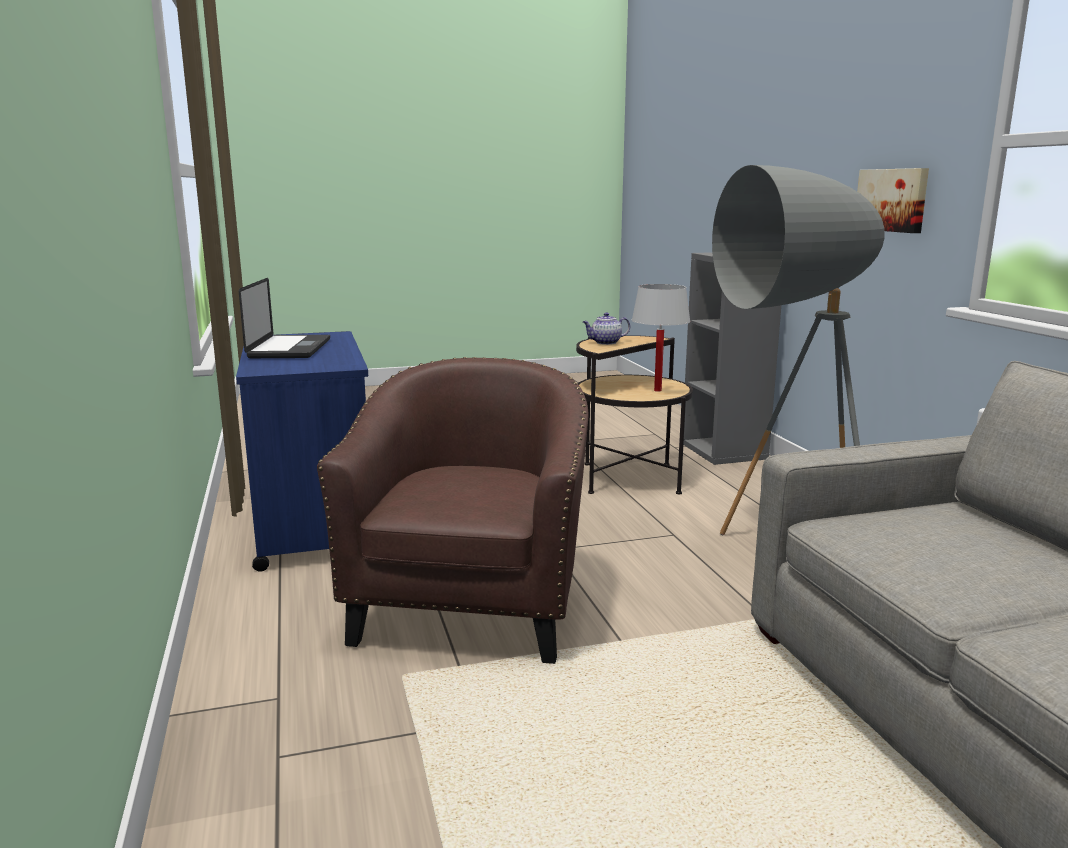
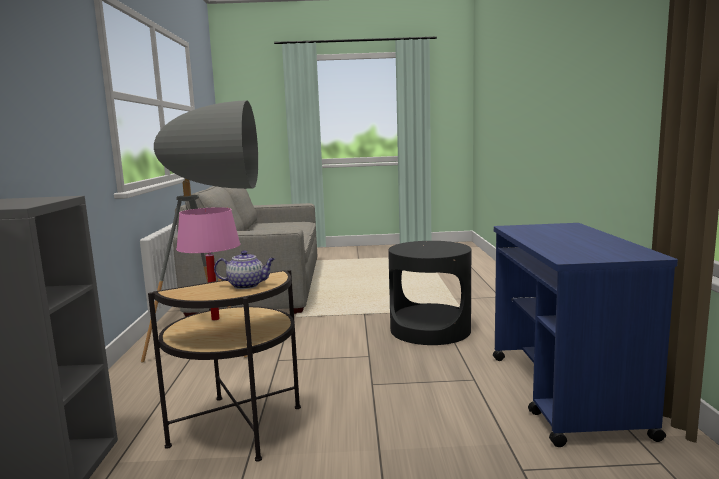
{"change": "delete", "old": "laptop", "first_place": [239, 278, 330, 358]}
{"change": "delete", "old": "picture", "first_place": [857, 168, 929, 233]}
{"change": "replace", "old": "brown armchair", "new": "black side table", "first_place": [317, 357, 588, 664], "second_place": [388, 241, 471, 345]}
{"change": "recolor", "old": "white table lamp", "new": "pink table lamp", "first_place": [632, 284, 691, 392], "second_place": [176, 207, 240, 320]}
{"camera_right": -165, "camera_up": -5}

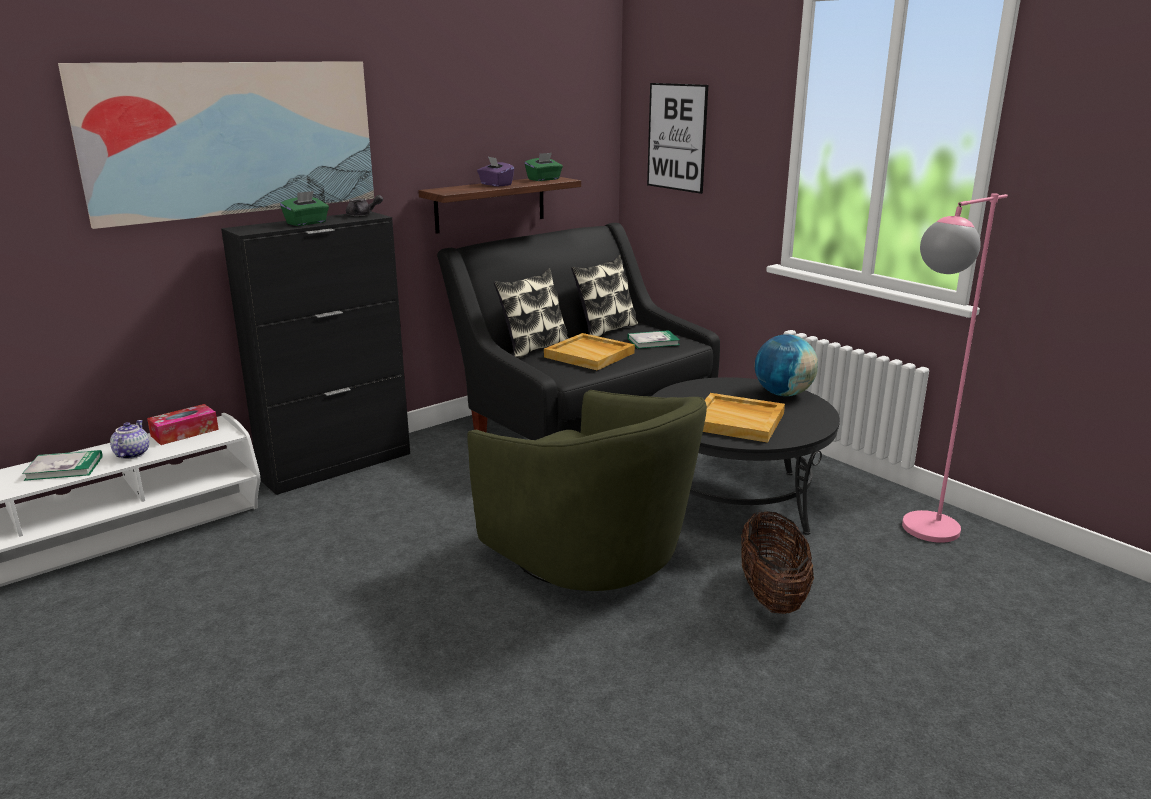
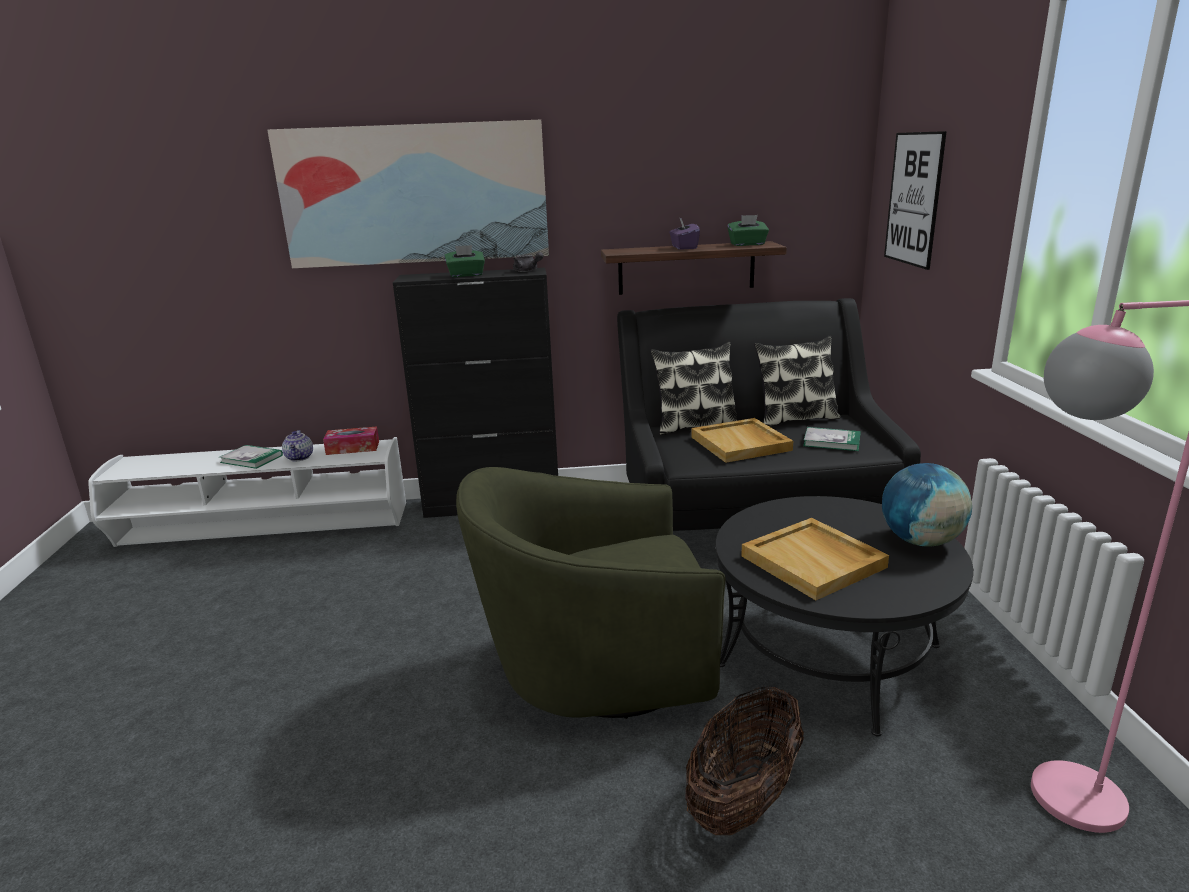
{"change": "rotate", "old": "teapot", "first_place": [110, 420, 149, 459], "second_place": [282, 430, 313, 461], "degrees": 135}
{"change": "rotate", "old": "green armchair", "first_place": [467, 390, 707, 591], "second_place": [456, 467, 726, 719], "degrees": 90}
{"camera_right": 35, "camera_up": 0}

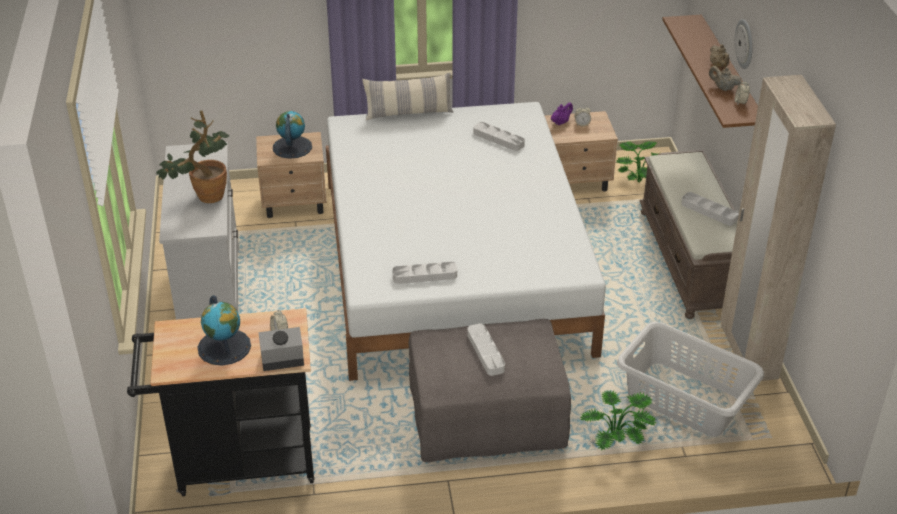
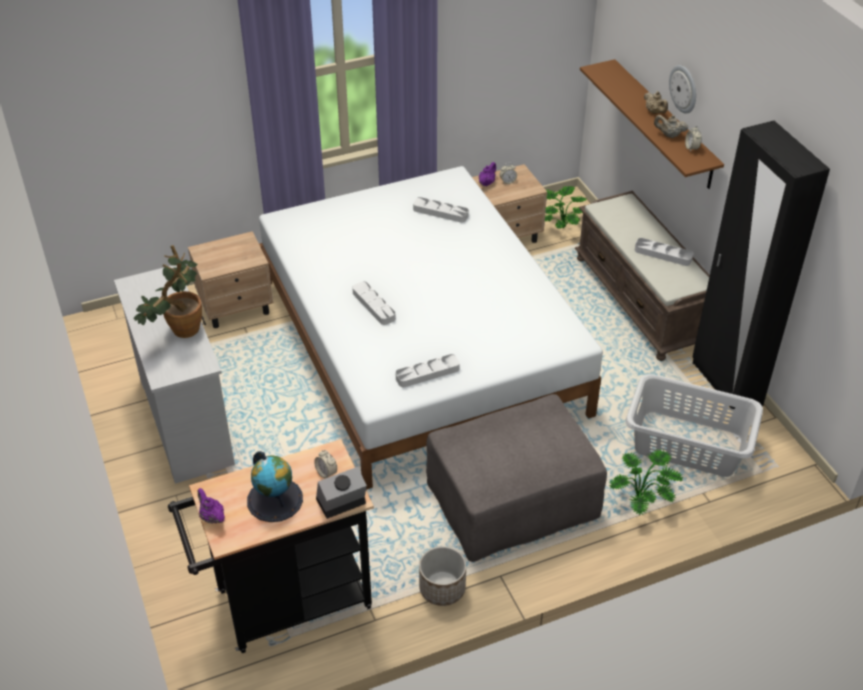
{"change": "delete", "old": "globe", "first_place": [273, 111, 312, 159]}
{"change": "delete", "old": "pillow", "first_place": [362, 73, 453, 120]}
{"change": "insert", "new": "purple teapot", "second_place": [197, 488, 225, 523]}
{"change": "insert", "new": "planter", "second_place": [419, 546, 466, 606]}
{"change": "move", "old": "grey tray", "first_place": [467, 324, 505, 376], "second_place": [352, 281, 396, 325]}
{"change": "recolor", "old": "beige wardrobe", "new": "black wardrobe", "first_place": [720, 75, 836, 381], "second_place": [692, 121, 830, 409]}
{"camera_right": -15, "camera_up": 5}

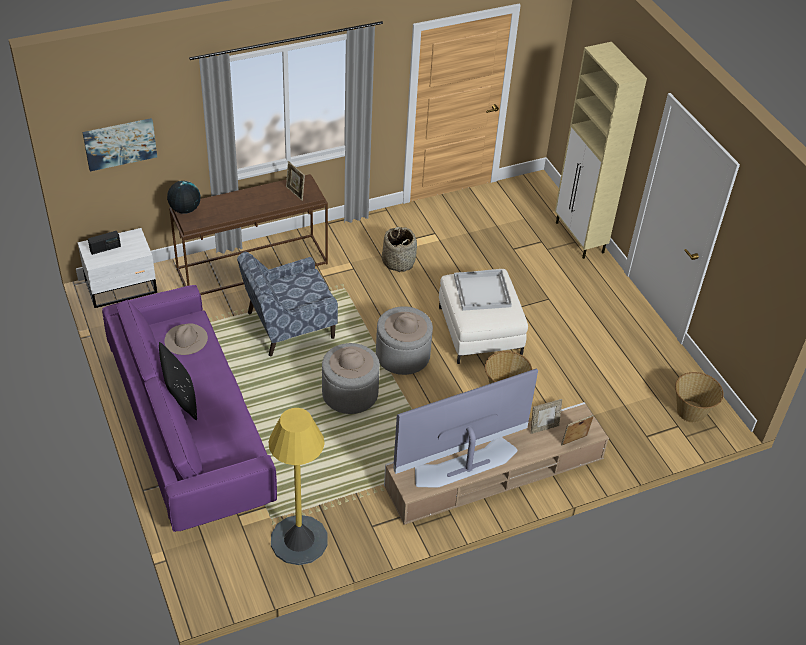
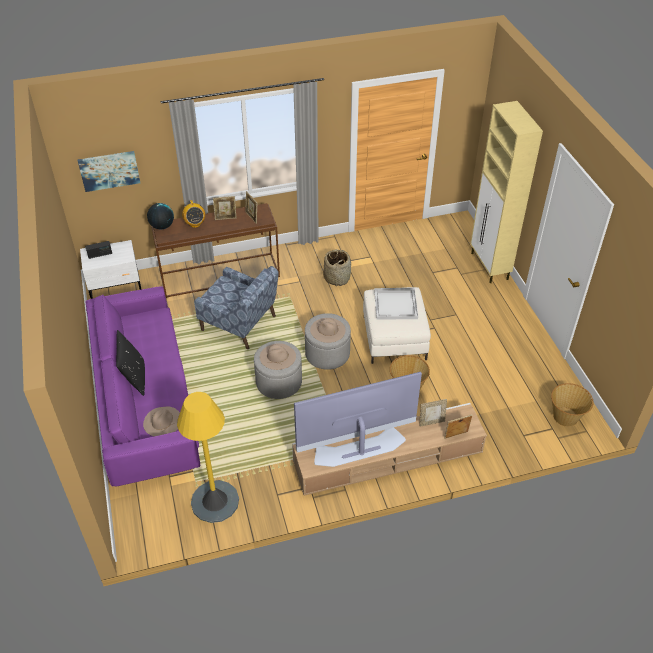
{"change": "insert", "new": "radio", "second_place": [182, 200, 205, 228]}
{"change": "insert", "new": "picture frame", "second_place": [213, 196, 237, 220]}
{"change": "move", "old": "beige hat", "first_place": [164, 323, 208, 355], "second_place": [143, 406, 180, 436]}
{"change": "rotate", "old": "blue armchair", "first_place": [237, 252, 338, 356], "second_place": [194, 266, 279, 349], "degrees": -135}
{"camera_right": 10, "camera_up": 0}

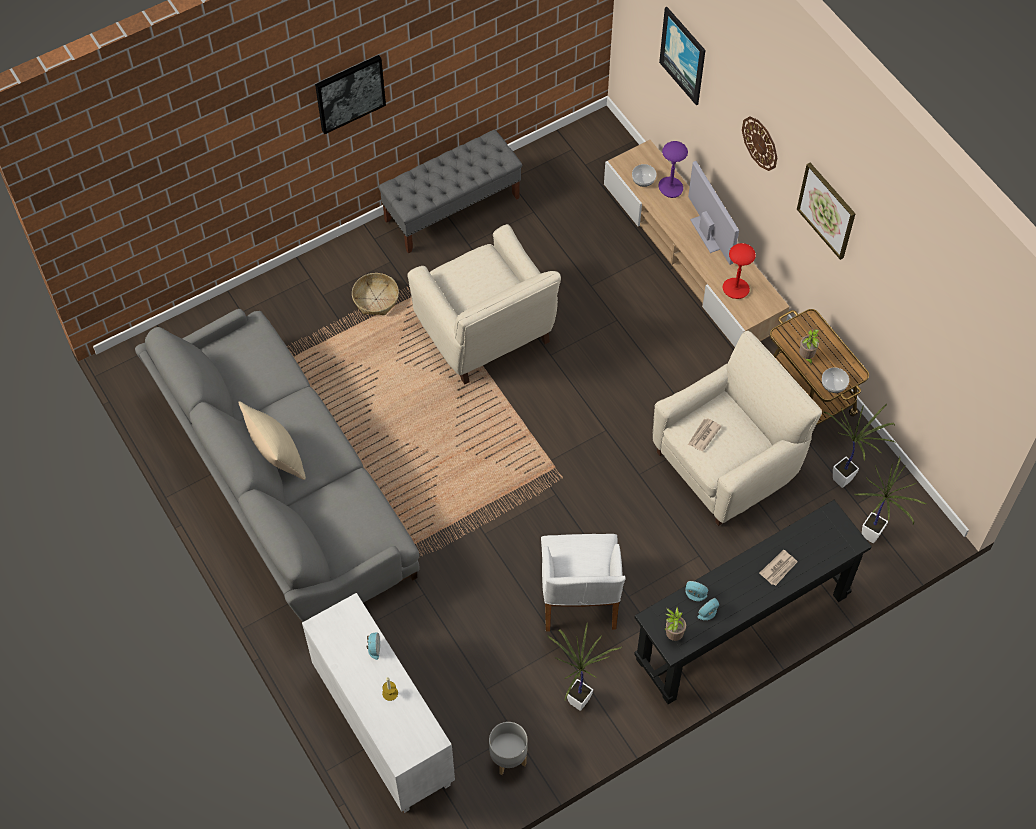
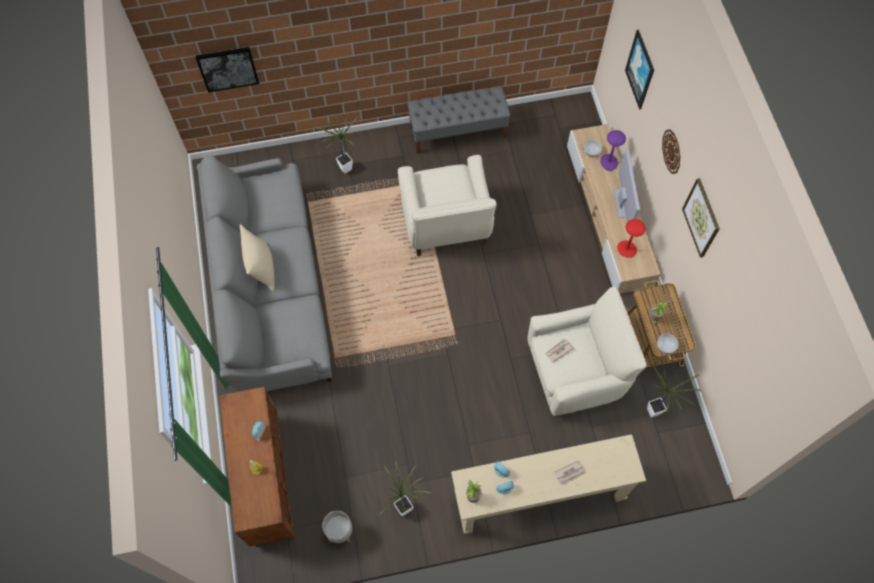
{"change": "delete", "old": "basket", "first_place": [352, 273, 399, 315]}
{"change": "delete", "old": "white armchair", "first_place": [541, 534, 626, 631]}
{"change": "move", "old": "picture", "first_place": [315, 55, 386, 134], "second_place": [196, 47, 259, 92]}
{"change": "move", "old": "potted plant", "first_place": [854, 457, 927, 543], "second_place": [313, 115, 359, 174]}
{"change": "recolor", "old": "white cabinet", "new": "brown cabinet", "first_place": [302, 593, 455, 813], "second_place": [219, 387, 294, 546]}
{"change": "recolor", "old": "black console table", "new": "beige console table", "first_place": [634, 500, 872, 704], "second_place": [451, 434, 646, 534]}
{"camera_right": 20, "camera_up": 5}

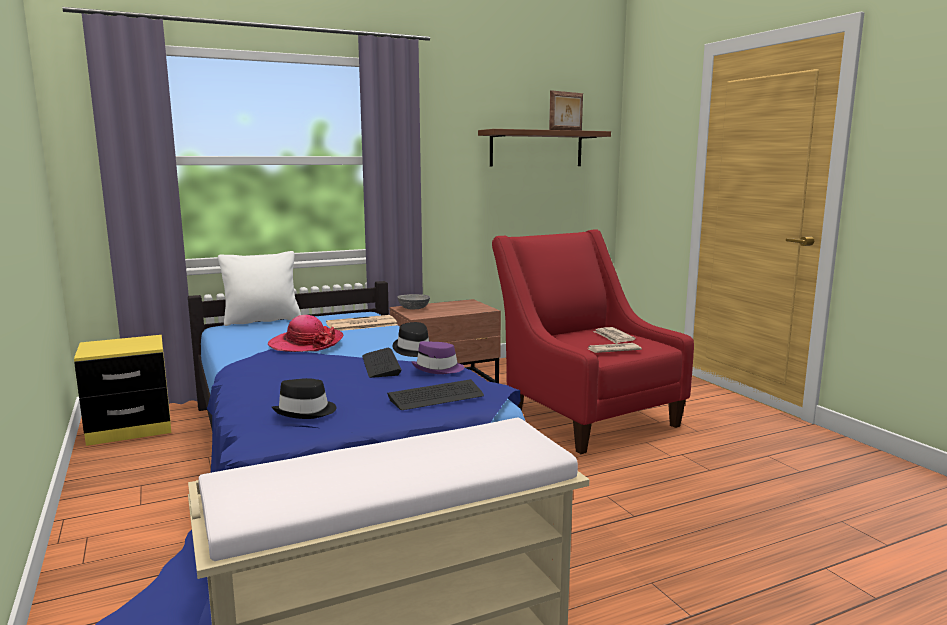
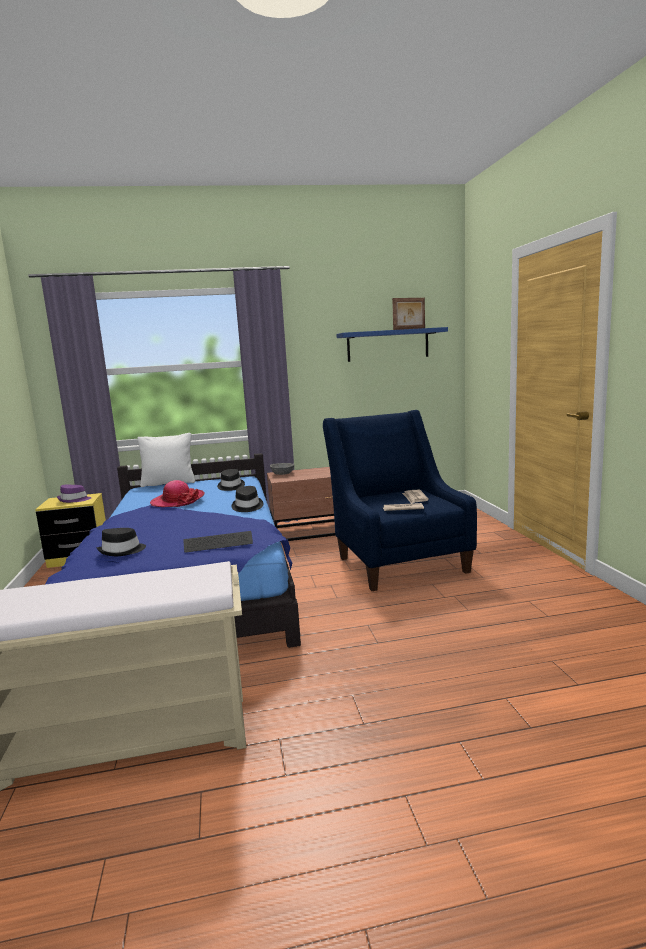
{"change": "delete", "old": "keyboard", "first_place": [362, 348, 402, 378]}
{"change": "move", "old": "purple hat", "first_place": [411, 341, 464, 374], "second_place": [57, 485, 92, 503]}
{"change": "replace", "old": "newspaper", "new": "black hat", "first_place": [326, 315, 397, 331], "second_place": [217, 469, 245, 491]}
{"change": "recolor", "old": "brown shelf", "new": "blue shelf", "first_place": [478, 129, 611, 167], "second_place": [336, 327, 448, 362]}
{"change": "recolor", "old": "red armchair", "new": "blue armchair", "first_place": [492, 229, 694, 454], "second_place": [323, 410, 477, 591]}
{"camera_right": 15, "camera_up": 0}

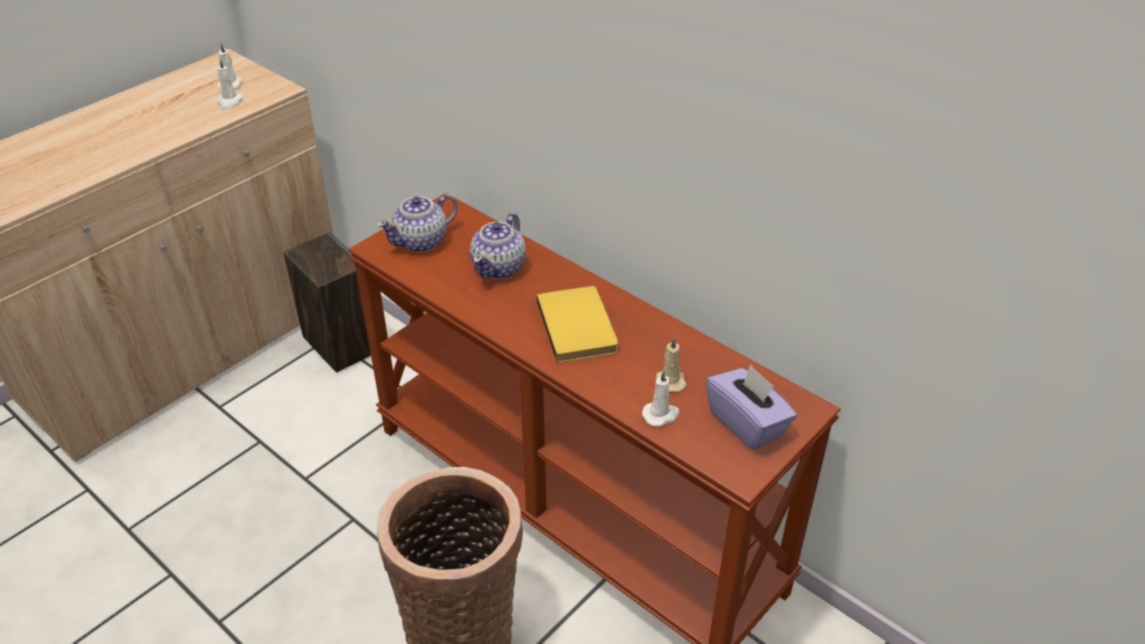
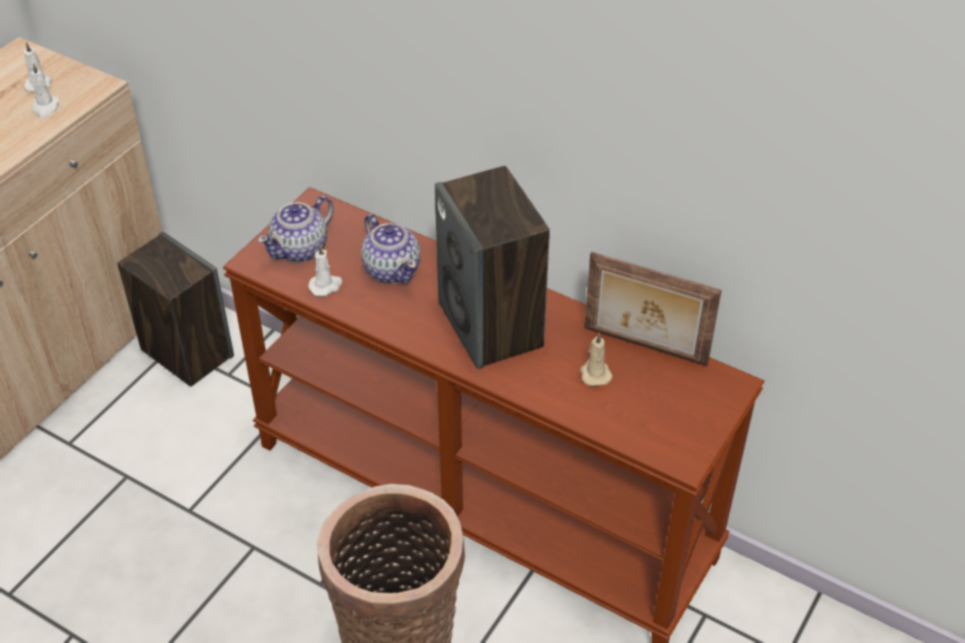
{"change": "delete", "old": "purple tissue box", "first_place": [706, 364, 797, 450]}
{"change": "insert", "new": "picture frame", "second_place": [584, 252, 722, 366]}
{"change": "move", "old": "white candle", "first_place": [642, 370, 679, 427], "second_place": [308, 245, 343, 296]}
{"change": "replace", "old": "yellow book", "new": "speaker", "first_place": [537, 286, 618, 363], "second_place": [435, 166, 550, 369]}
{"change": "rotate", "old": "teapot", "first_place": [470, 213, 526, 279], "second_place": [361, 214, 420, 284], "degrees": -45}
{"camera_right": -10, "camera_up": 5}

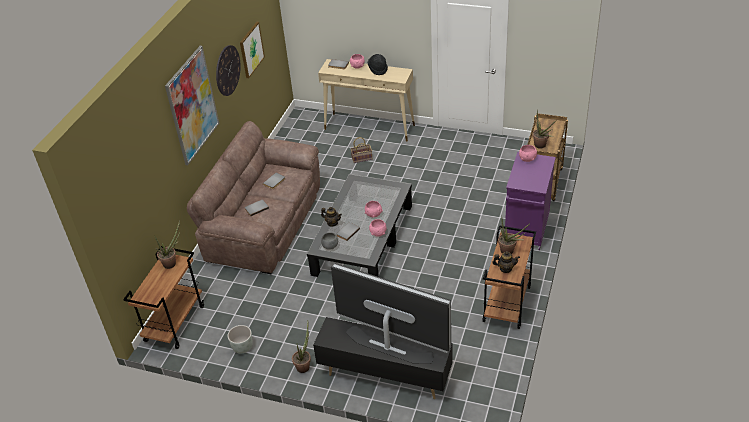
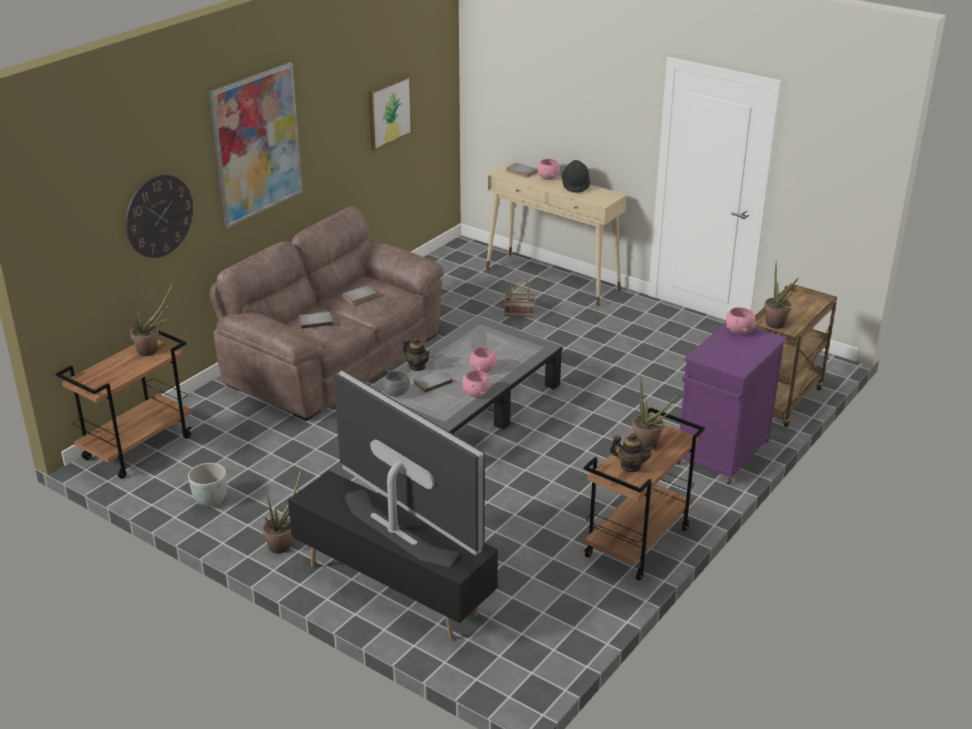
{"change": "move", "old": "wall clock", "first_place": [216, 45, 240, 96], "second_place": [125, 174, 193, 258]}
{"camera_right": 15, "camera_up": -10}

